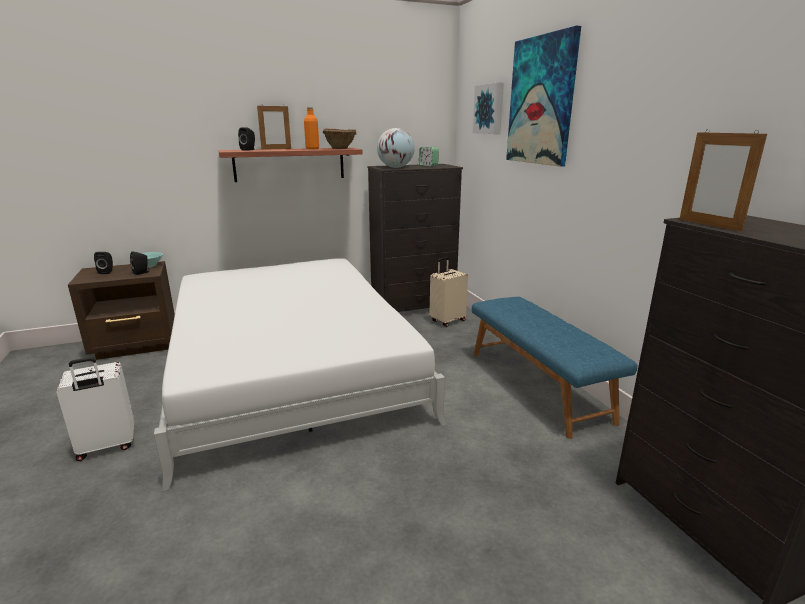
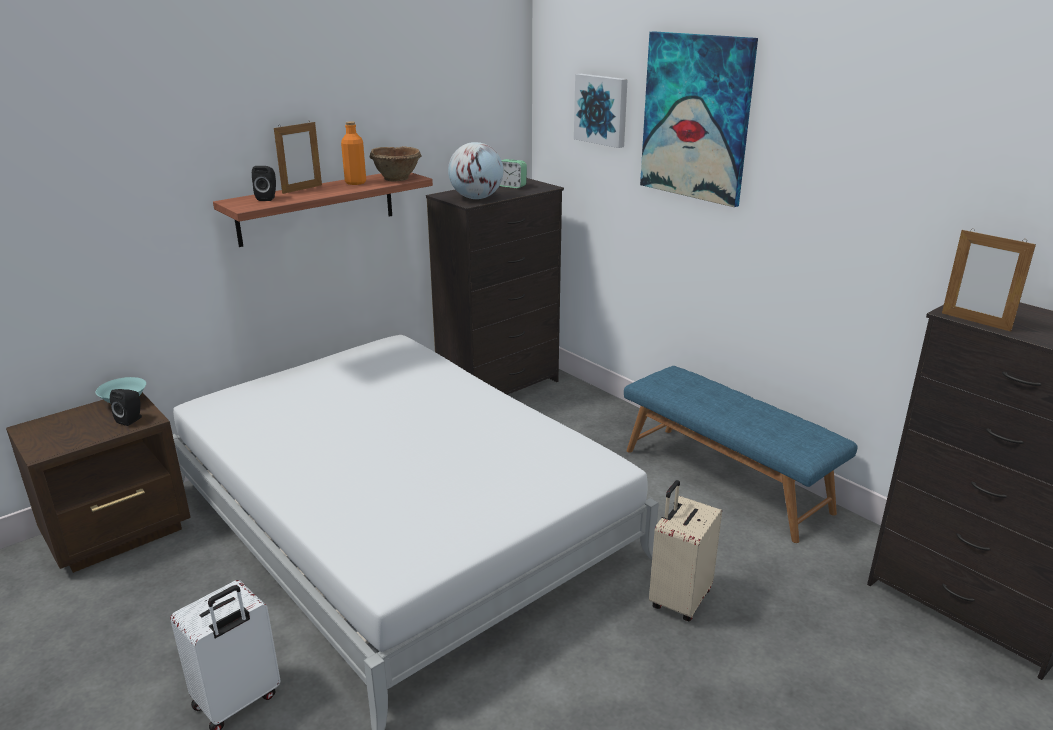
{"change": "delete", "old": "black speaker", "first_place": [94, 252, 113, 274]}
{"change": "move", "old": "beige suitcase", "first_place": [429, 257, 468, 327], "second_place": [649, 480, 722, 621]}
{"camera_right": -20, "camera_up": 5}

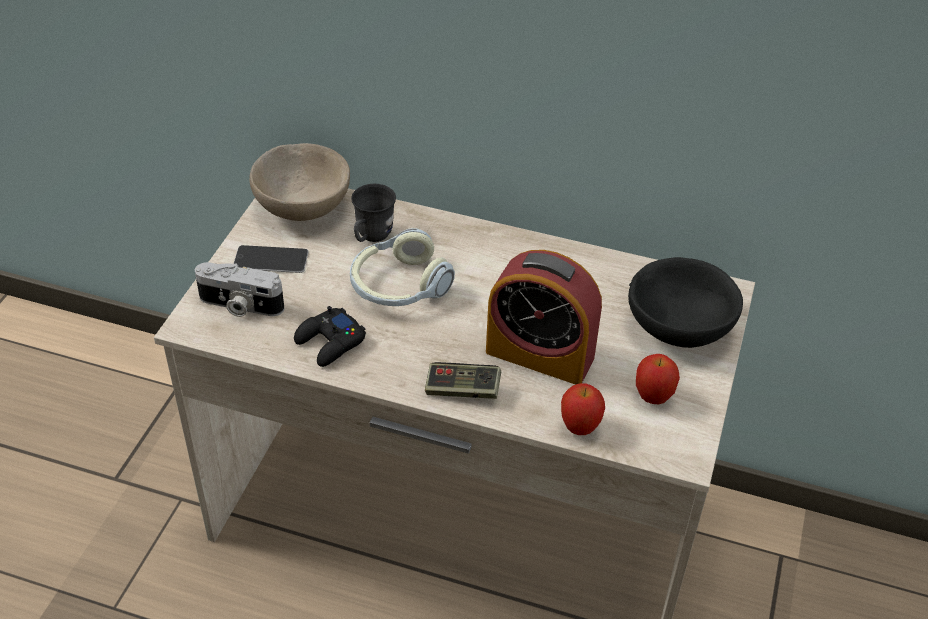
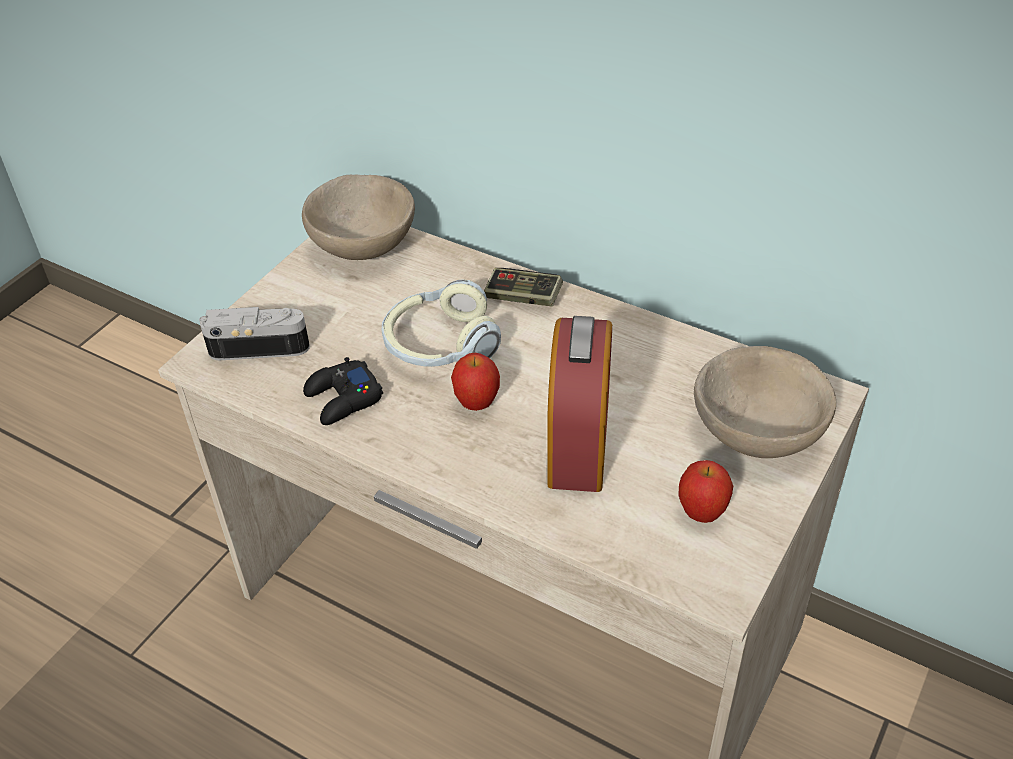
{"change": "delete", "old": "phone", "first_place": [234, 245, 308, 273]}
{"change": "delete", "old": "grey mug", "first_place": [351, 184, 396, 242]}
{"change": "move", "old": "game controller", "first_place": [425, 362, 501, 399], "second_place": [484, 268, 563, 306]}
{"change": "move", "old": "apple", "first_place": [561, 383, 605, 435], "second_place": [451, 353, 500, 411]}
{"change": "recolor", "old": "black bowl", "new": "beige bowl", "first_place": [628, 257, 743, 348], "second_place": [694, 346, 836, 458]}
{"change": "rotate", "old": "photo camera", "first_place": [195, 262, 285, 317], "second_place": [199, 307, 310, 360], "degrees": 150}
{"change": "rotate", "old": "alarm clock", "first_place": [486, 250, 602, 385], "second_place": [547, 316, 612, 492], "degrees": -120}
{"camera_right": 15, "camera_up": 0}

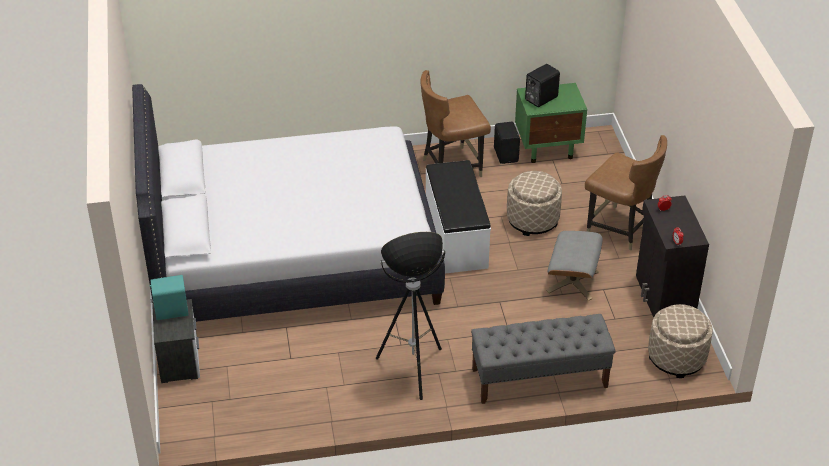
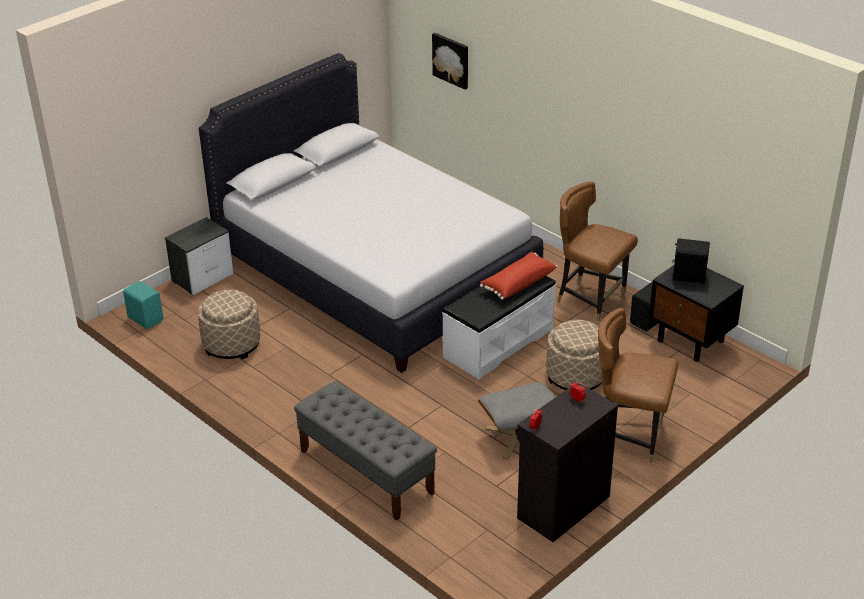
{"change": "delete", "old": "floor lamp", "first_place": [376, 232, 446, 400]}
{"change": "insert", "new": "picture", "second_place": [432, 33, 468, 90]}
{"change": "insert", "new": "red pillow", "second_place": [480, 252, 558, 300]}
{"change": "move", "old": "turquoise speaker", "first_place": [149, 275, 189, 320], "second_place": [123, 281, 163, 329]}
{"change": "move", "old": "beige ottoman", "first_place": [648, 304, 713, 378], "second_place": [198, 289, 260, 360]}
{"change": "recolor", "old": "green nightstand", "new": "black nightstand", "first_place": [515, 83, 587, 163], "second_place": [649, 265, 744, 362]}
{"change": "rotate", "old": "brown chair", "first_place": [585, 135, 667, 250], "second_place": [598, 308, 678, 463], "degrees": 105}
{"camera_right": 55, "camera_up": -5}

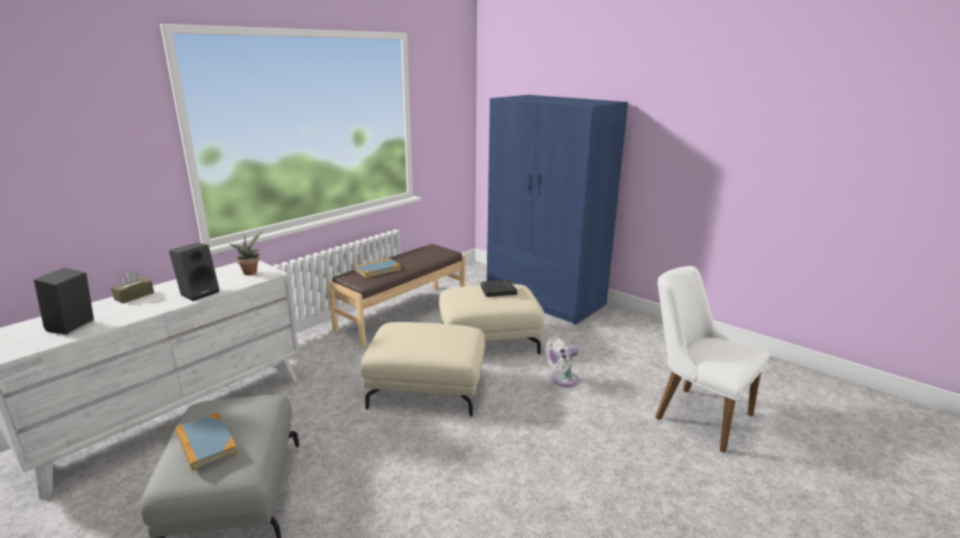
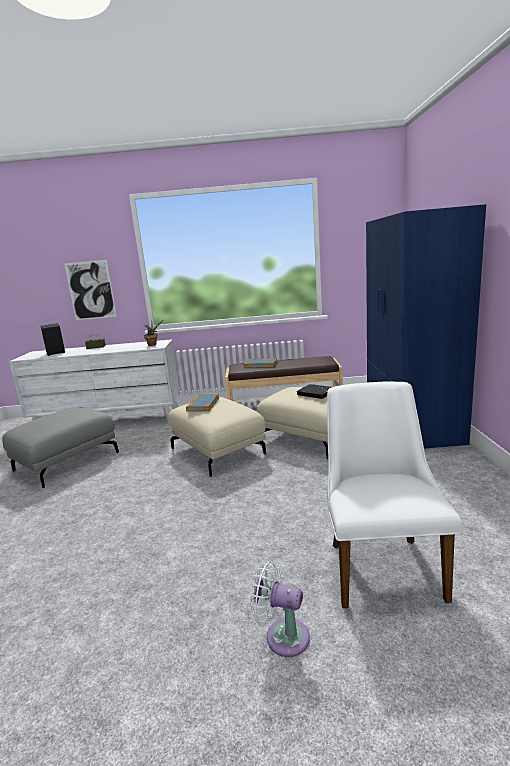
{"change": "delete", "old": "black speaker", "first_place": [169, 243, 219, 301]}
{"change": "insert", "new": "picture", "second_place": [64, 260, 117, 320]}
{"change": "move", "old": "book", "first_place": [175, 412, 238, 471], "second_place": [186, 394, 219, 412]}
{"change": "move", "old": "white fan", "first_place": [545, 337, 579, 387], "second_place": [250, 561, 310, 657]}
{"camera_right": 50, "camera_up": -5}

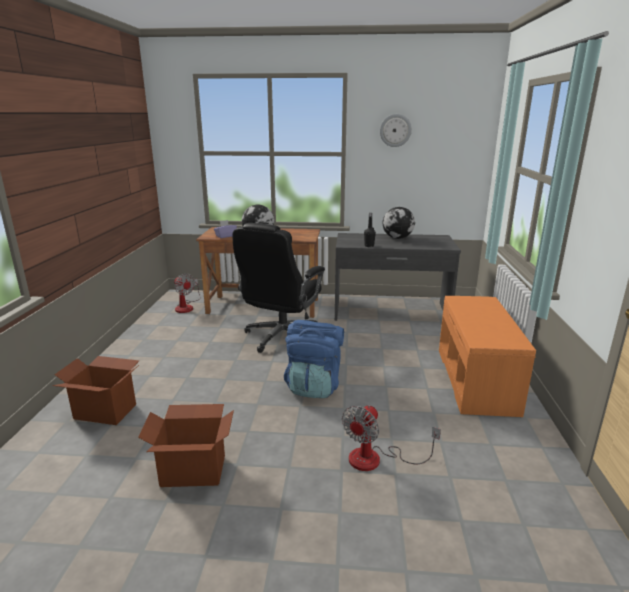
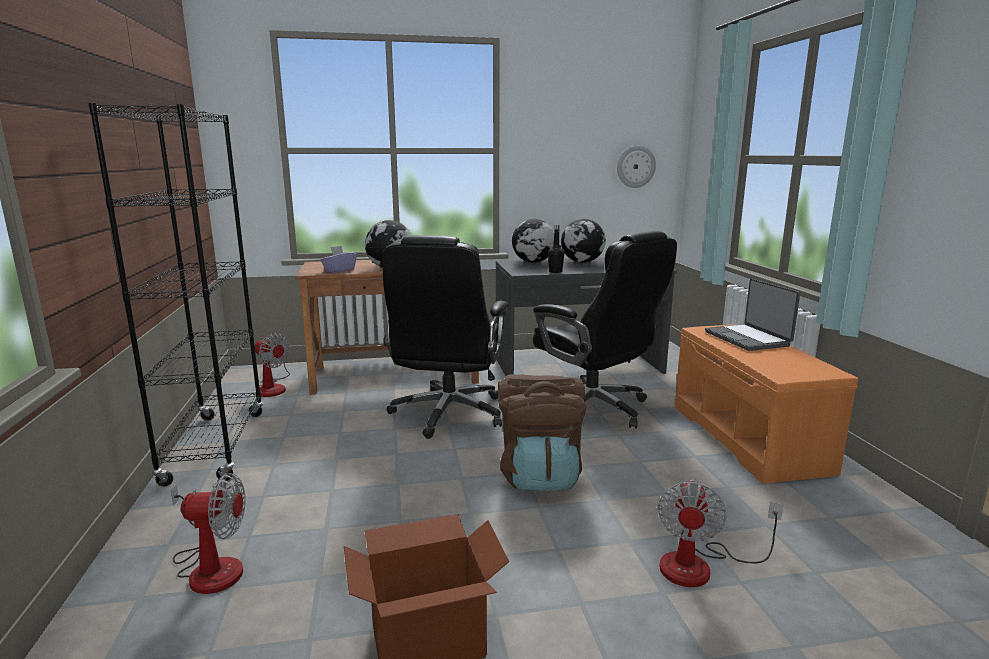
{"change": "insert", "new": "black bookcase", "second_place": [88, 103, 264, 486]}
{"change": "insert", "new": "globe", "second_place": [512, 219, 554, 263]}
{"change": "insert", "new": "black office chair", "second_place": [533, 231, 677, 428]}
{"change": "insert", "new": "laptop", "second_place": [705, 279, 800, 351]}
{"change": "move", "old": "wall clock", "first_place": [380, 114, 412, 147], "second_place": [617, 146, 656, 188]}
{"change": "replace", "old": "cardboard box", "new": "fan", "first_place": [52, 356, 139, 425], "second_place": [170, 473, 245, 594]}
{"change": "recolor", "old": "blue backpack", "new": "brown backpack", "first_place": [284, 320, 344, 398], "second_place": [498, 374, 586, 491]}
{"camera_right": -15, "camera_up": -5}

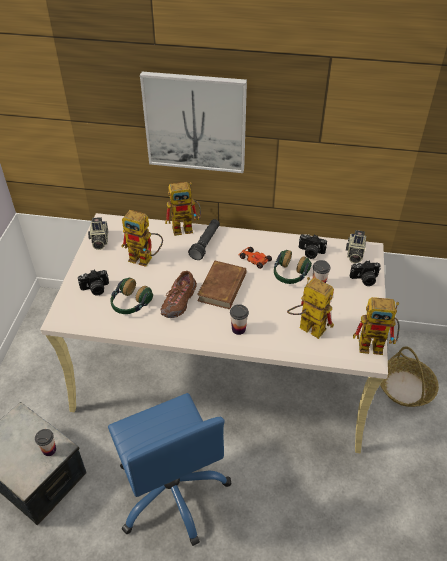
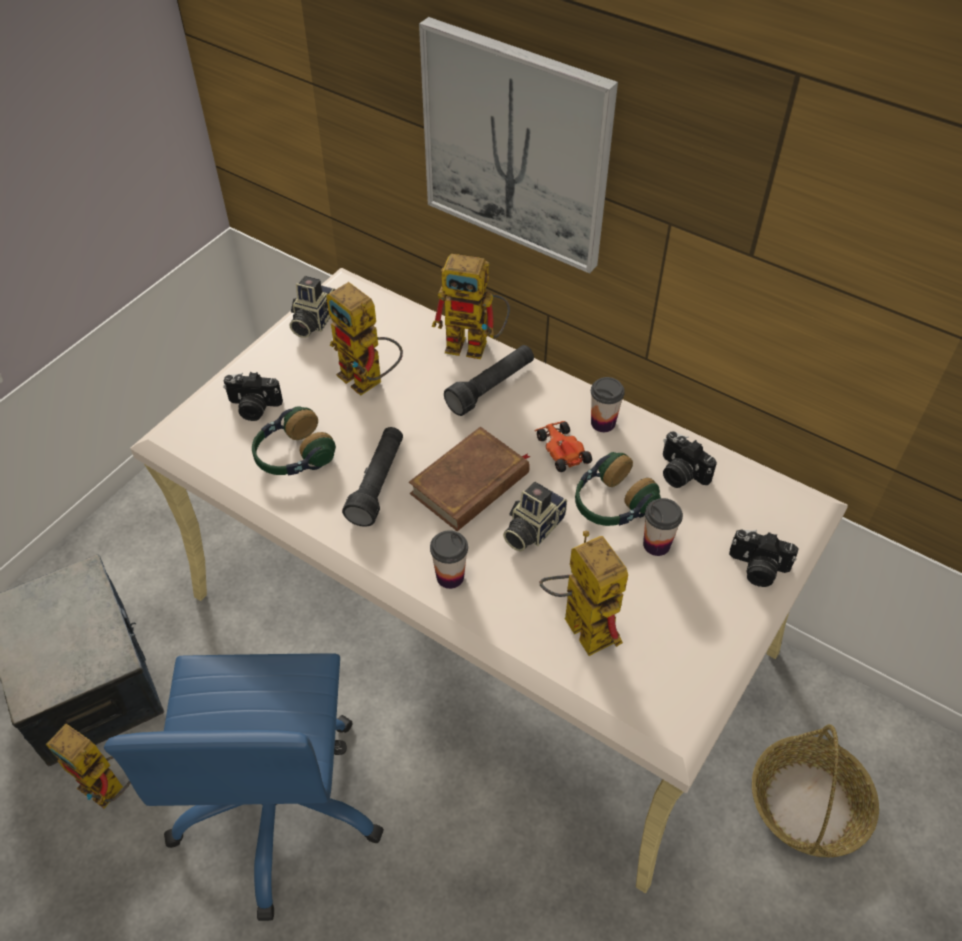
{"change": "move", "old": "cup", "first_place": [35, 429, 56, 456], "second_place": [591, 377, 625, 432]}
{"change": "move", "old": "photo camera", "first_place": [346, 230, 366, 263], "second_place": [503, 482, 567, 552]}
{"change": "move", "old": "toy robot", "first_place": [353, 297, 400, 355], "second_place": [46, 724, 130, 808]}
{"change": "replace", "old": "brown shoe", "new": "black flashlight", "first_place": [160, 271, 197, 318], "second_place": [342, 427, 403, 527]}
{"camera_right": 25, "camera_up": 5}

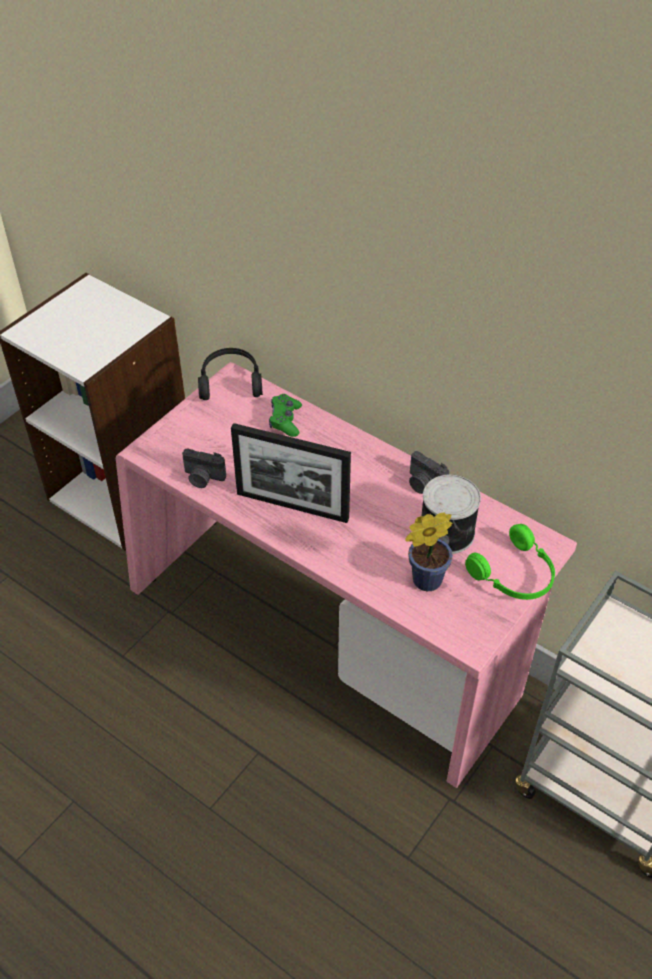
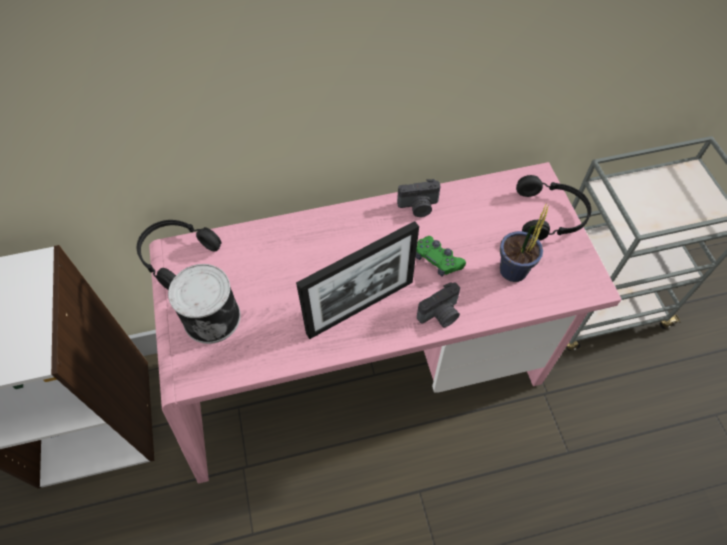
{"change": "move", "old": "photo camera", "first_place": [182, 448, 226, 488], "second_place": [417, 282, 460, 327]}
{"change": "move", "old": "green game controller", "first_place": [269, 394, 302, 437], "second_place": [416, 236, 466, 277]}
{"change": "move", "old": "can", "first_place": [421, 475, 481, 554], "second_place": [168, 264, 241, 344]}
{"change": "recolor", "old": "green headphones", "new": "black headphones", "first_place": [465, 524, 555, 600], "second_place": [516, 175, 592, 241]}
{"camera_right": -50, "camera_up": 10}

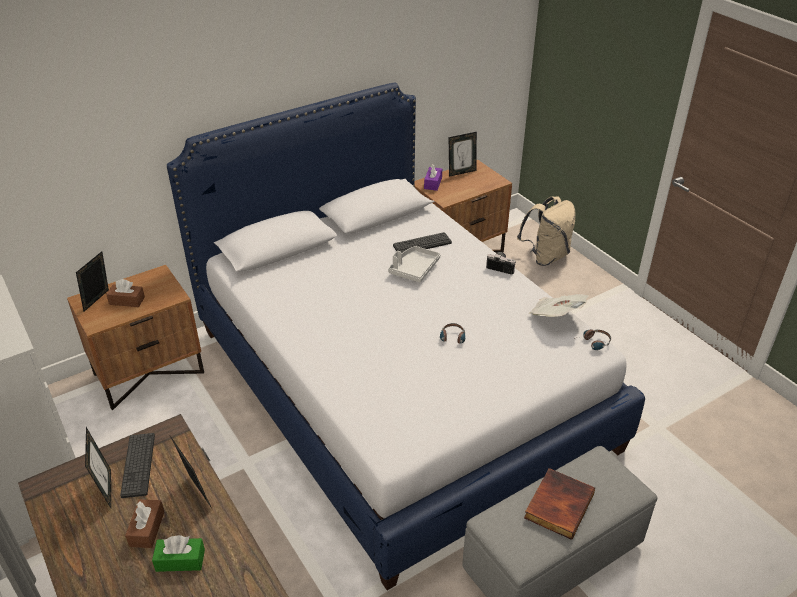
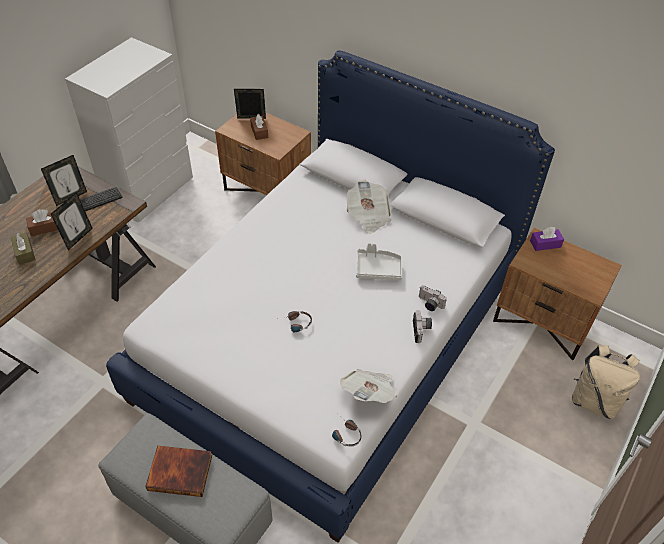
{"change": "delete", "old": "keyboard", "first_place": [393, 232, 452, 253]}
{"change": "delete", "old": "picture frame", "first_place": [449, 132, 477, 177]}
{"change": "insert", "new": "newspaper", "second_place": [347, 180, 391, 234]}
{"change": "insert", "new": "photo camera", "second_place": [419, 285, 447, 311]}
{"change": "recolor", "old": "green tissue box", "new": "brown tissue box", "first_place": [152, 535, 205, 572], "second_place": [11, 233, 35, 265]}
{"camera_right": 65, "camera_up": 10}

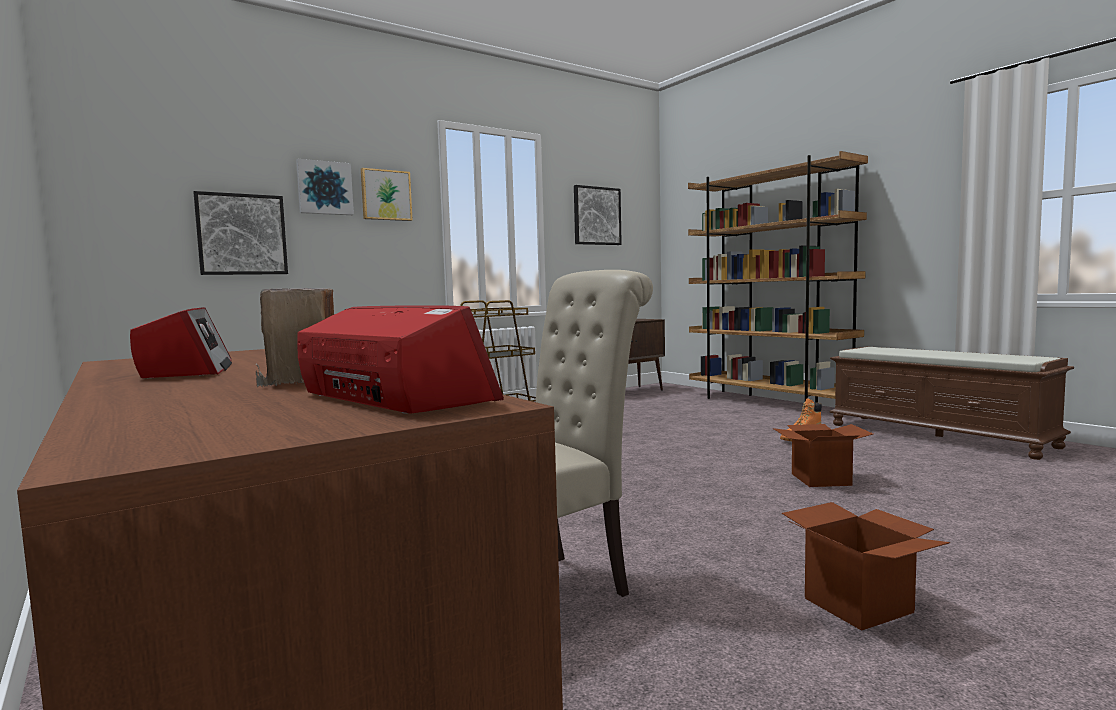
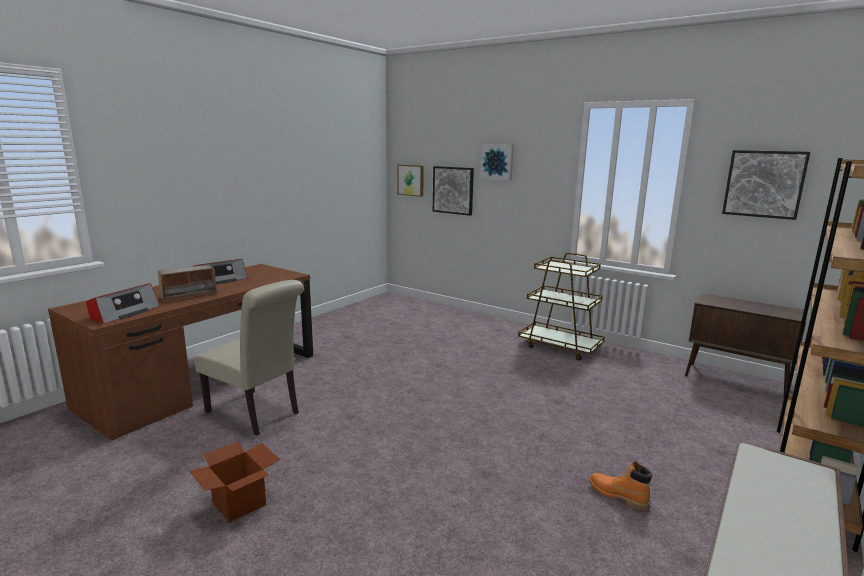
{"change": "delete", "old": "cardboard box", "first_place": [773, 424, 873, 487]}
{"change": "move", "old": "picture", "first_place": [361, 168, 413, 221], "second_place": [397, 164, 424, 197]}
{"camera_right": 70, "camera_up": 10}

